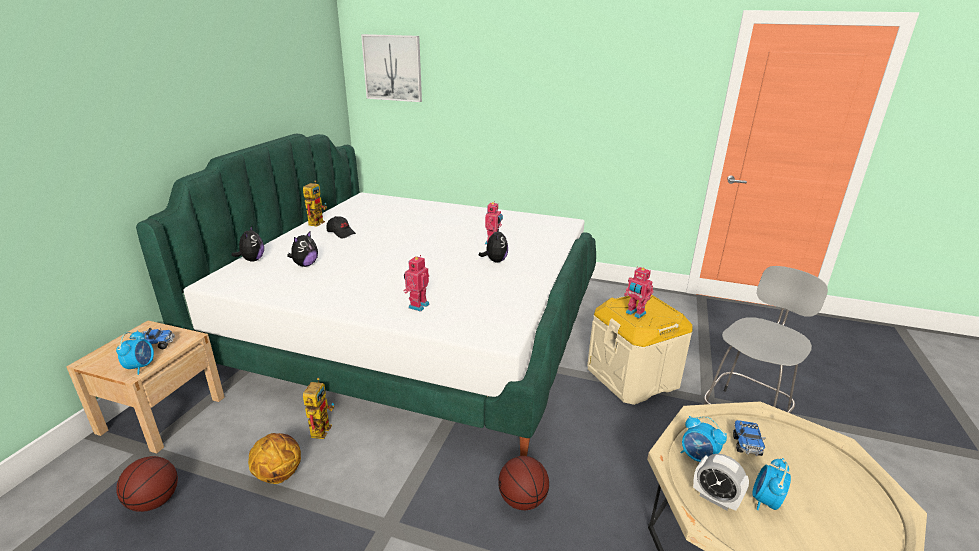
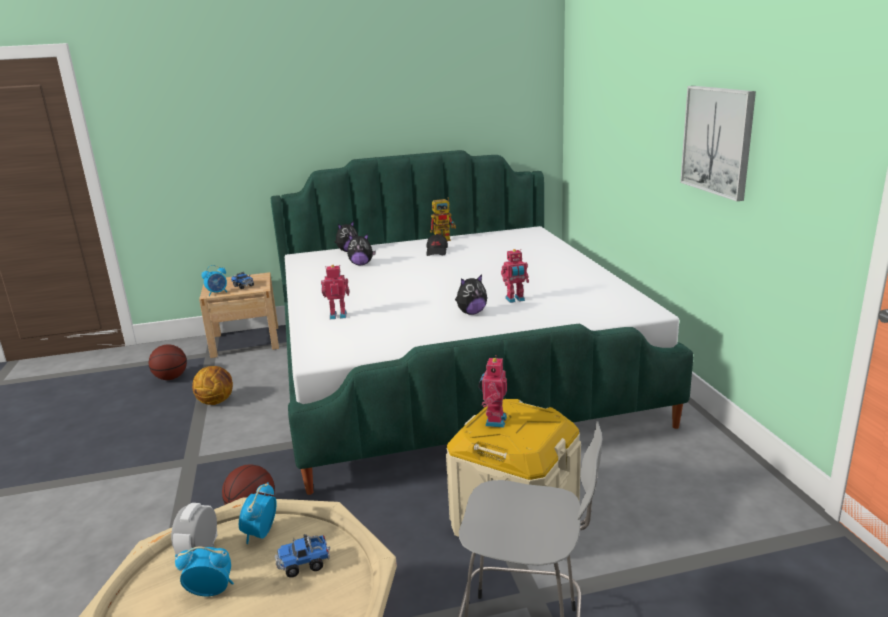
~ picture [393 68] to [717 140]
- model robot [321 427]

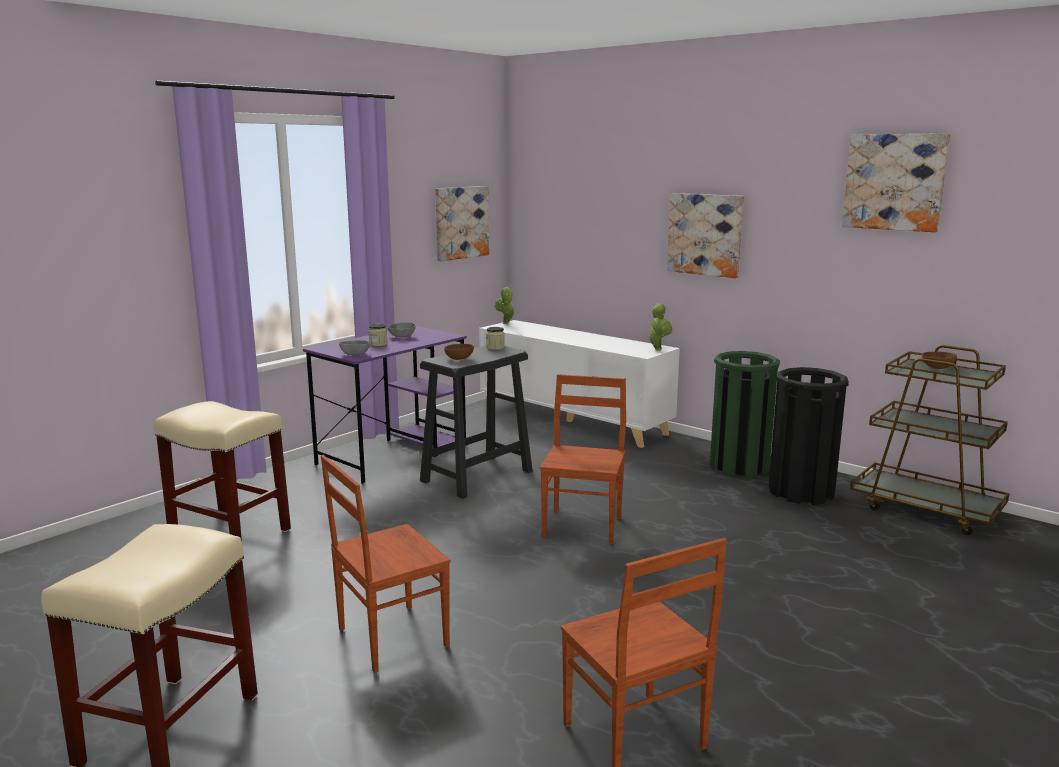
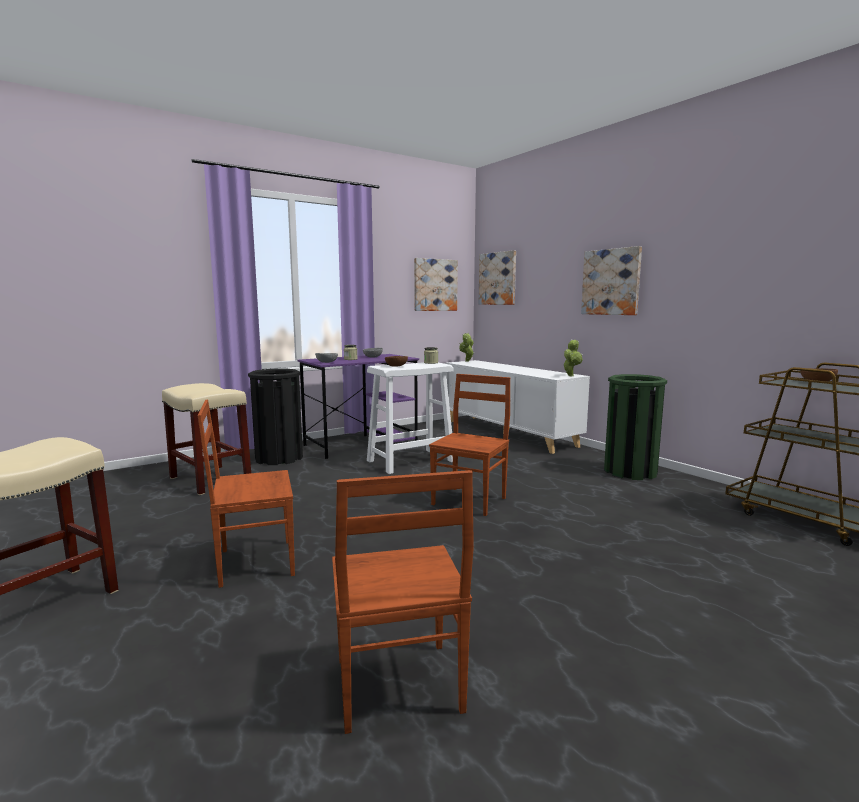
~ trash can (blackish) [801 491] to [279 458]
~ stool (blackish) [476 476] to stool (white-coloured) [410 461]
~ picture [894 182] to [498 278]

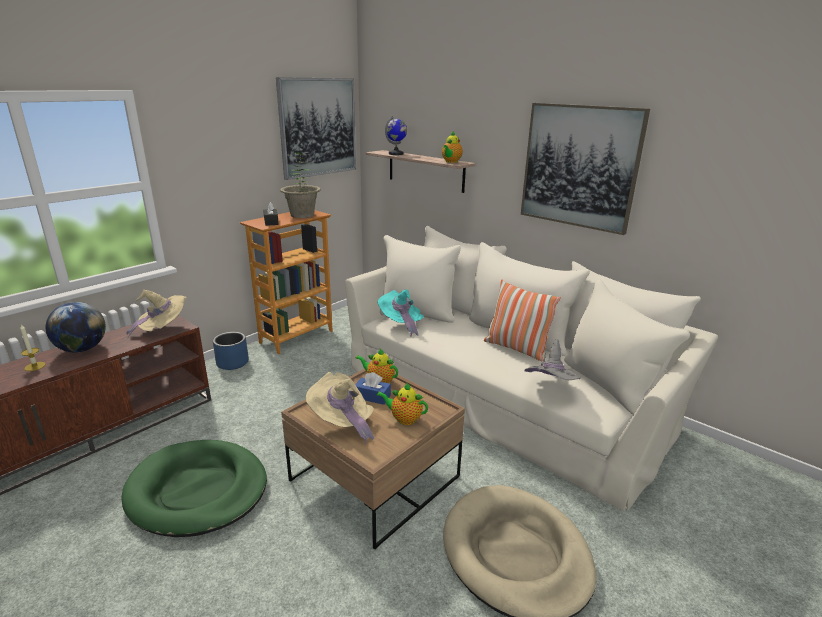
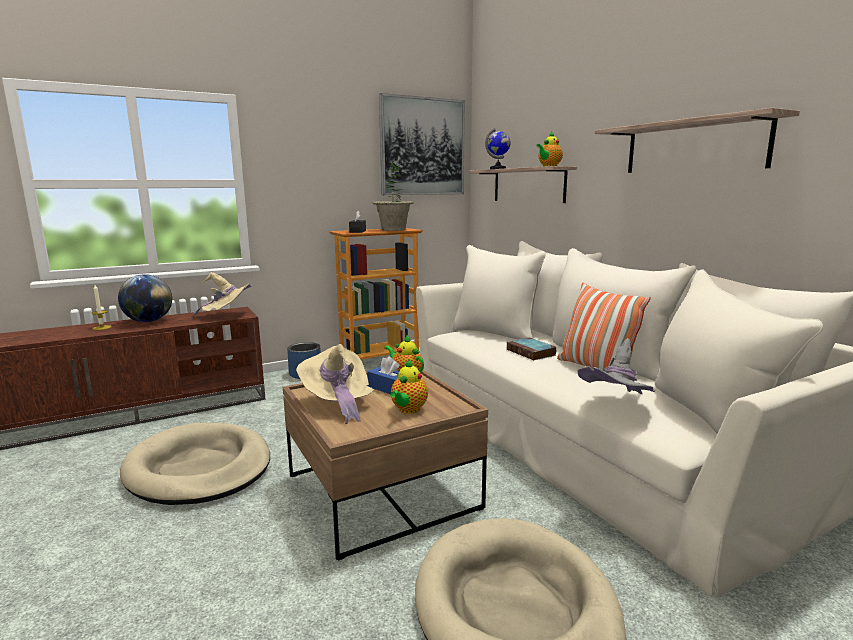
~ pet bed (green-coloured) [198 491] to pet bed (beige-coloured) [199 468]
~ teapot [404 419] = [408 410] 105 degrees counterclockwise
+ volume [532 352]
~ picture [579 167] to shelf [693 147]
- wearable hat (turquoise-coloured) [401 323]

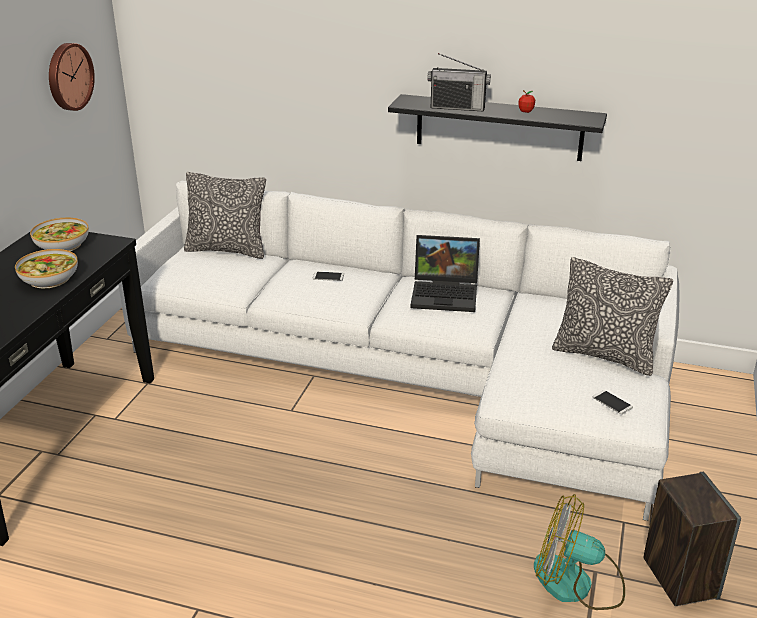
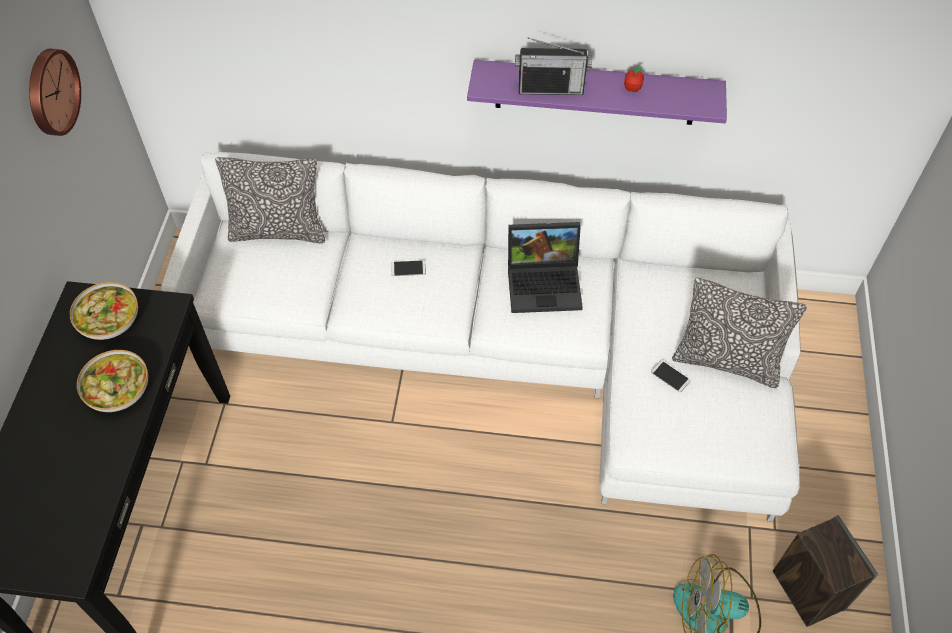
~ shelf (blackish) [499 127] to shelf (purple) [595 92]
~ phone [612 402] to [670 376]

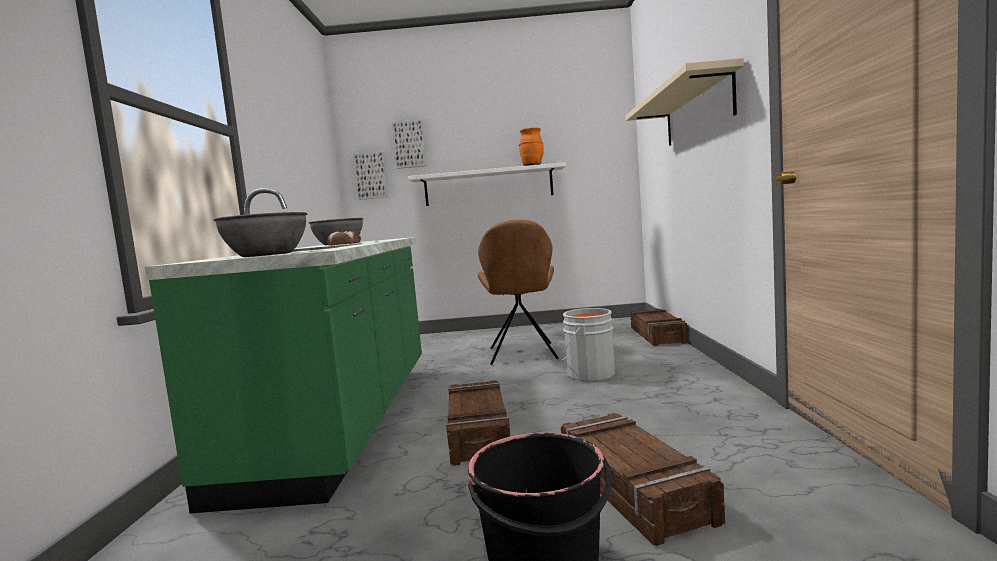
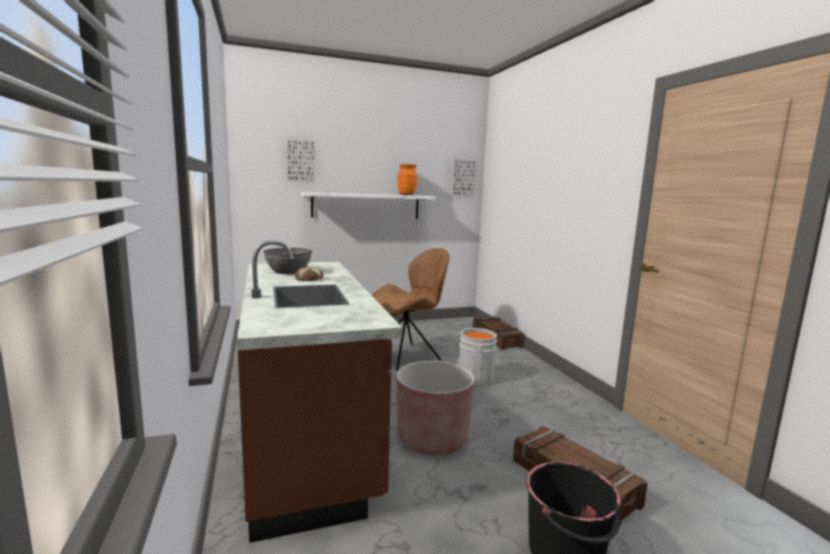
~ kitchen base unit (green-coloured) [345 419] to kitchen base unit (brownish) [307 430]
~ plain chair (brownish) [522 354] = [407 356] 105 degrees counterclockwise
~ shipping crate [477 432] to plant pot (brownish) [432 439]
~ picture [371 176] to [462 178]
- deep dish (greyish) [266 254]
- shelf (beige-coloured) [697 111]

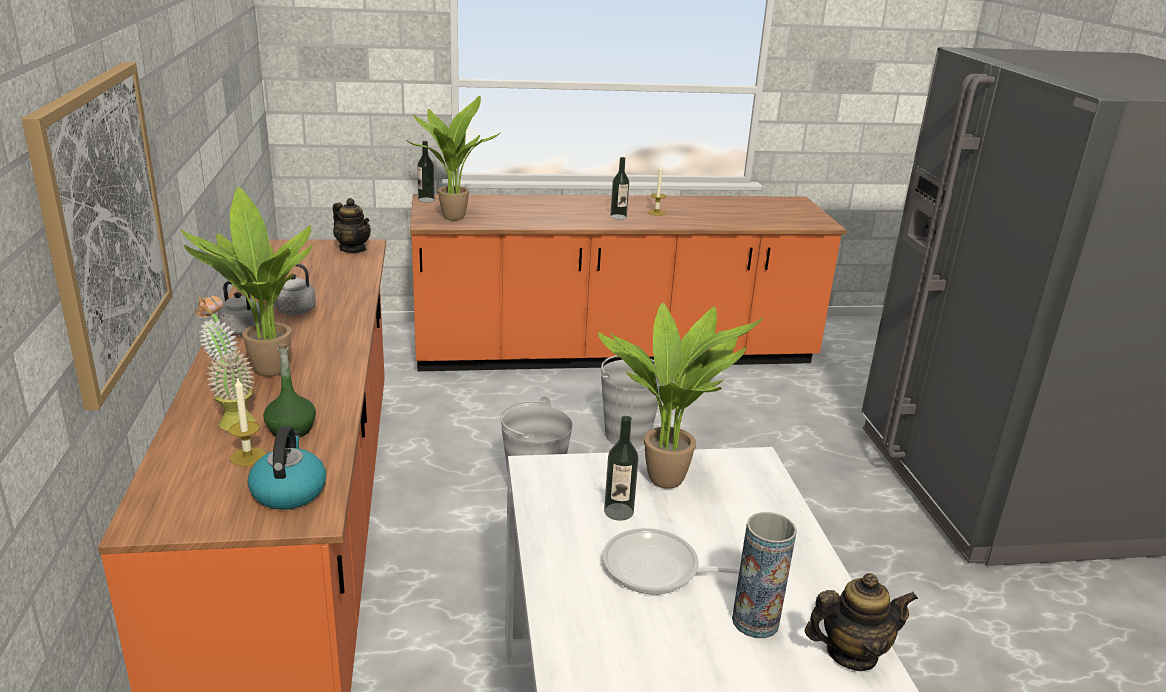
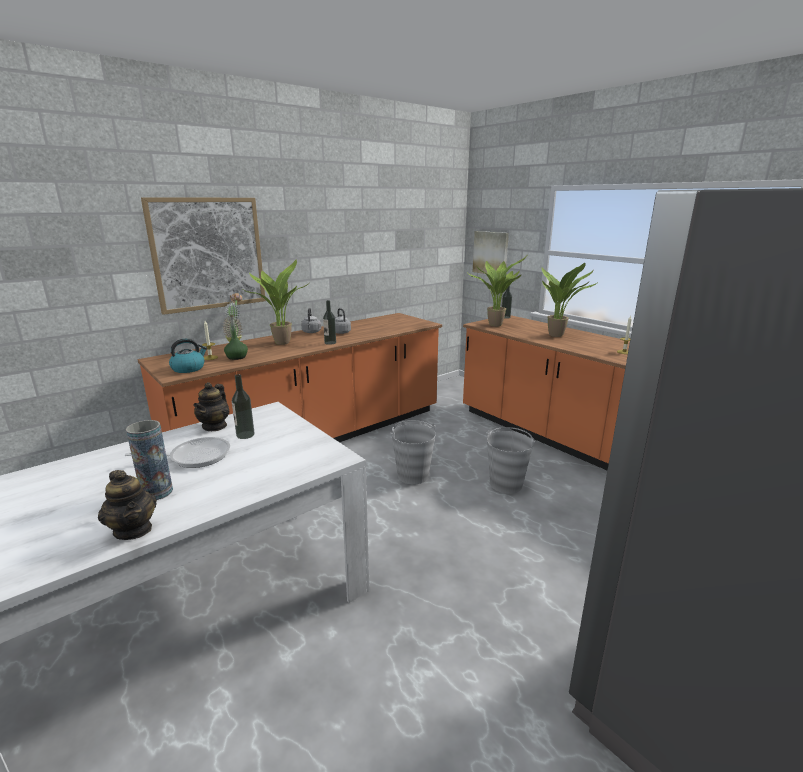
~ pan [660 570] = [194 457] 90 degrees clockwise
~ teapot [353 249] to [215 426]
~ beverage bottle [618 217] to [330 343]
+ picture [491 253]
~ plant in a pot [668 477] to [558 335]

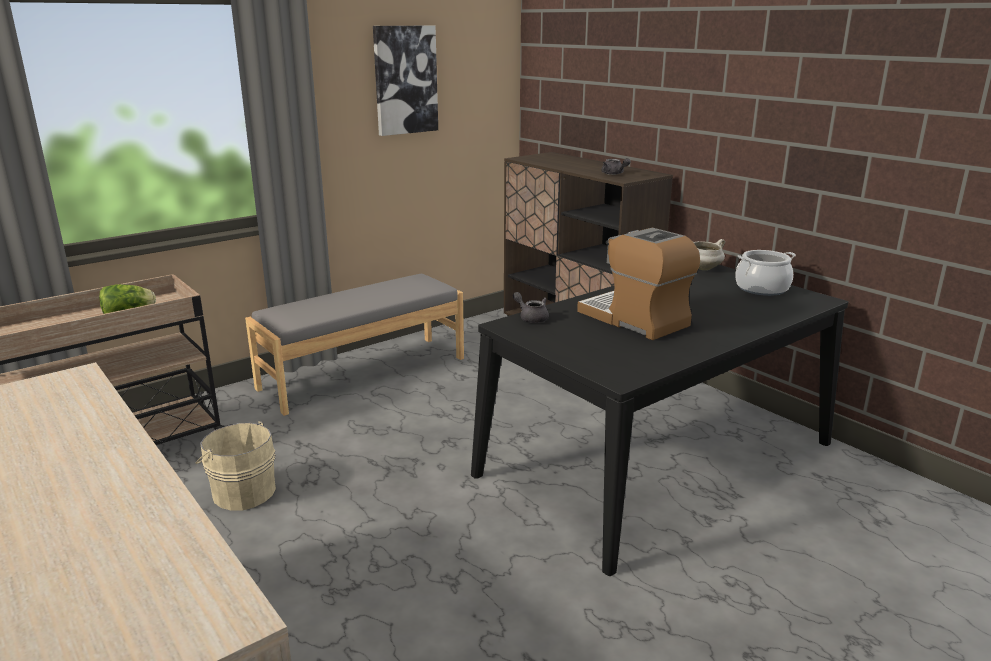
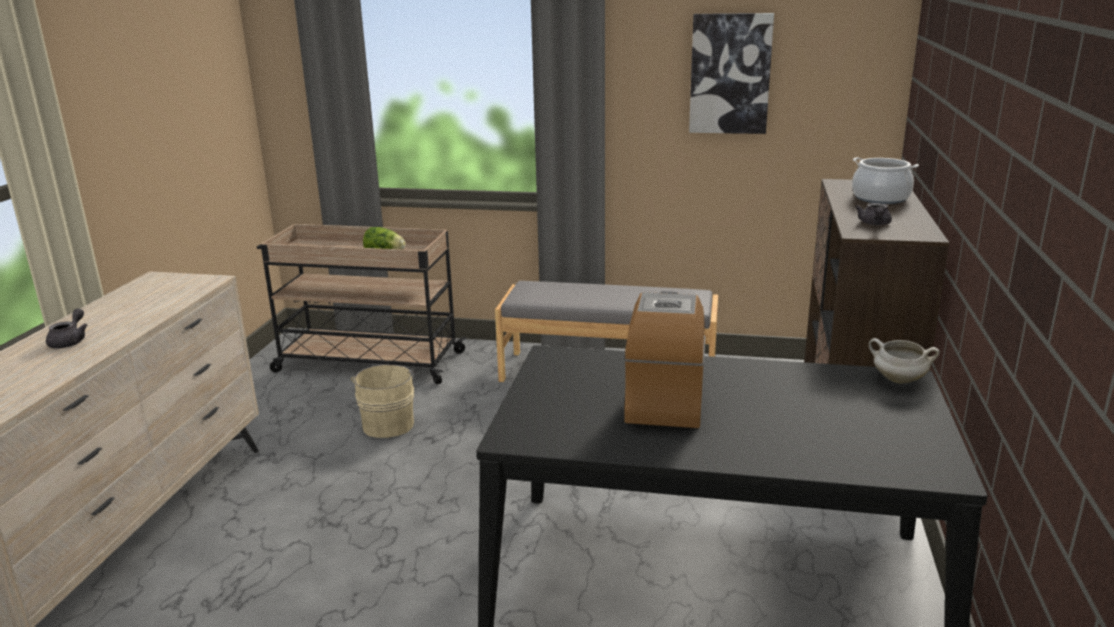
~ teapot (greyish) [531 318] to [70 341]
~ cooking pot [762 288] to [880 198]

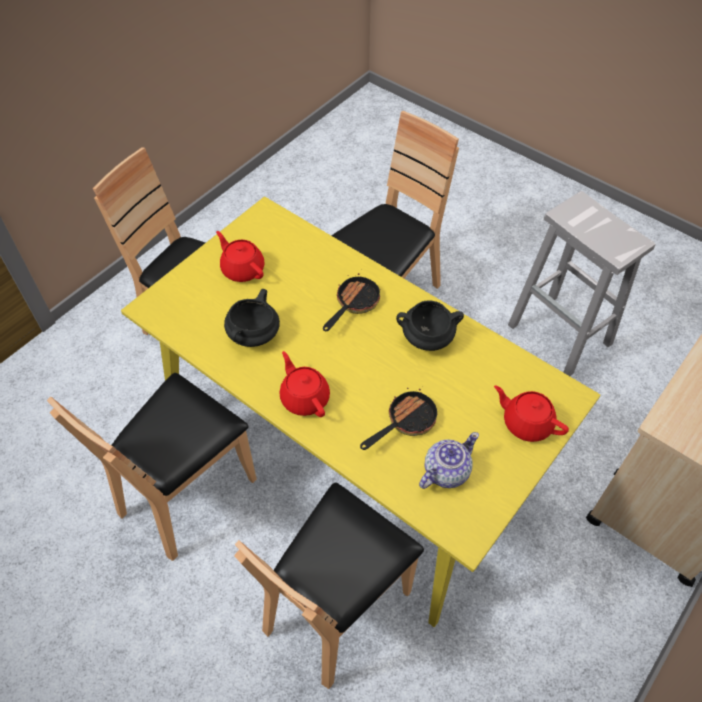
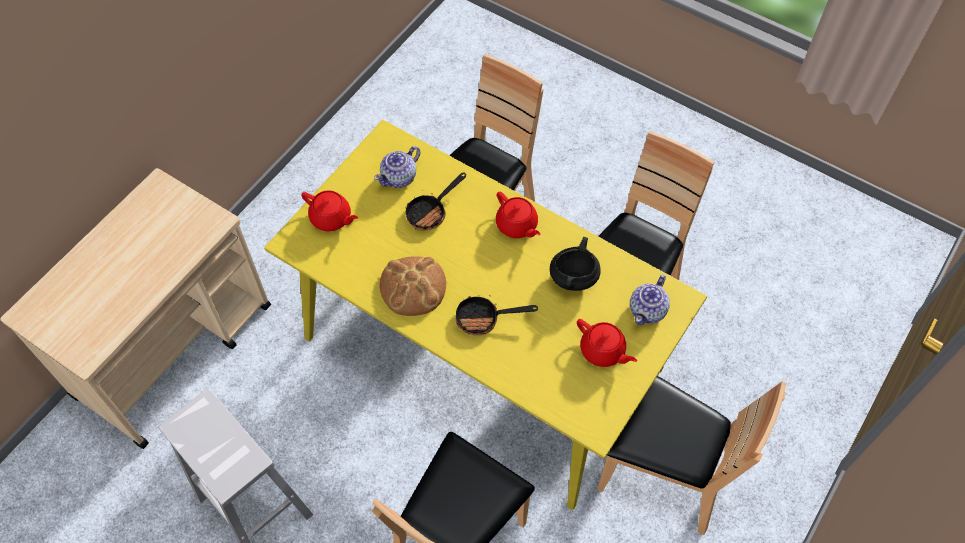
~ cooking pot (blackish) [426 339] to bakery bread [413 287]
~ pan [354 304] = [484 318] 60 degrees clockwise
+ teapot [648 310]

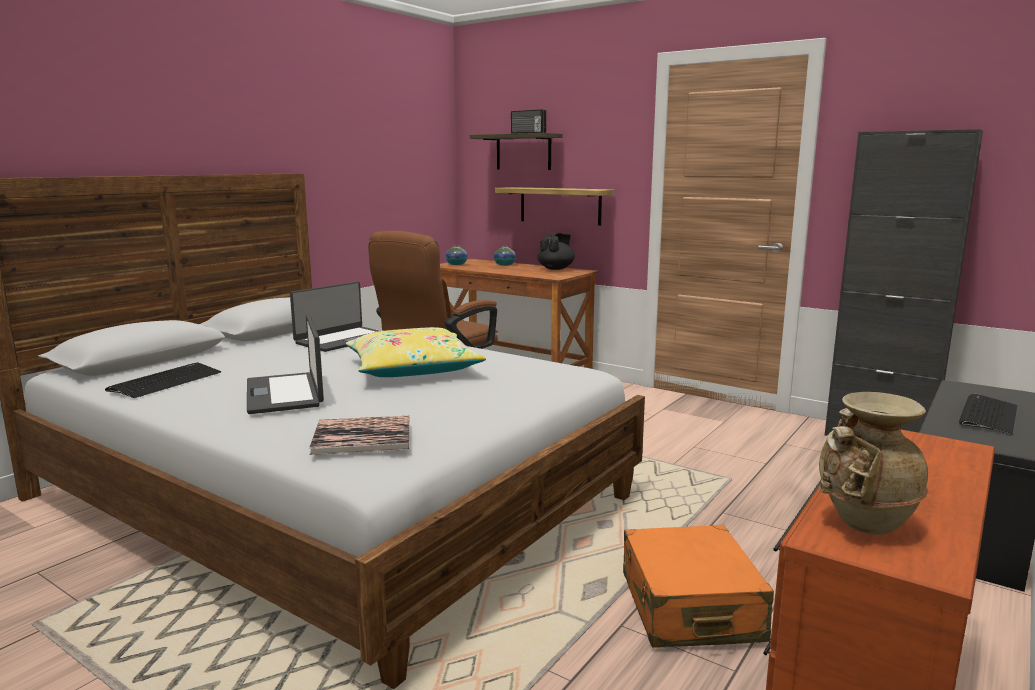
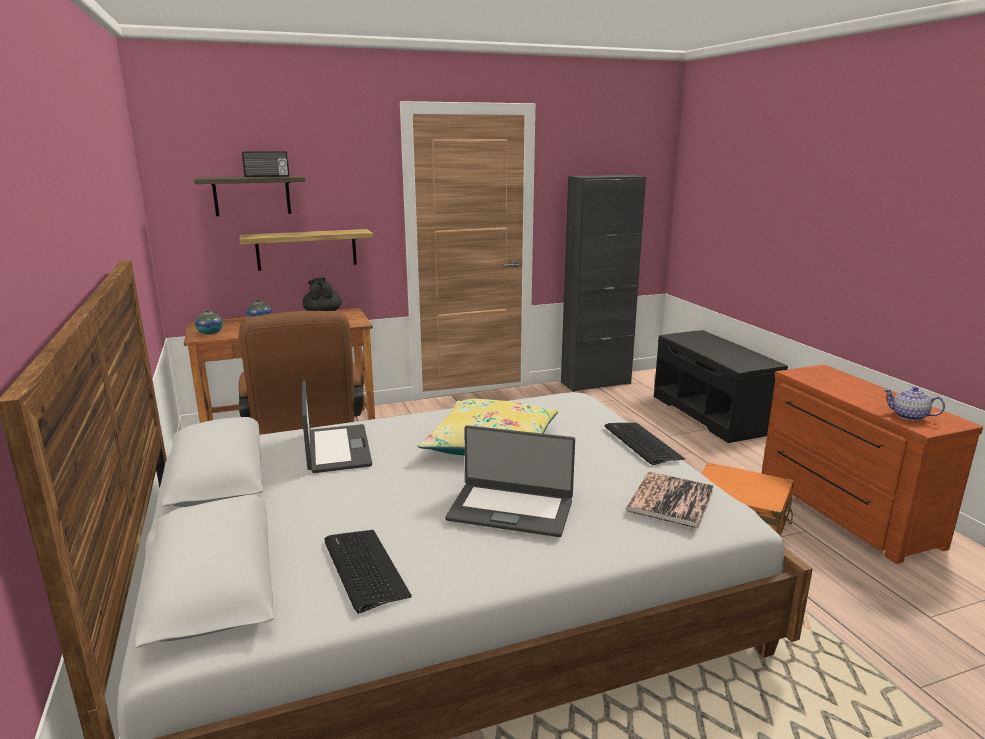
~ PC keyboard [987 415] to [642 443]
~ vase (beige-coloured) [863 523] to teapot [909 416]

